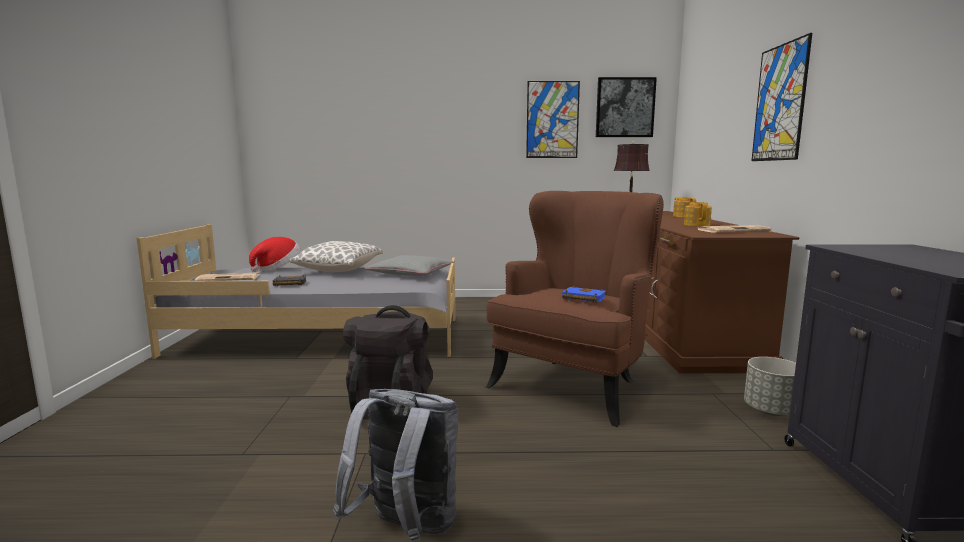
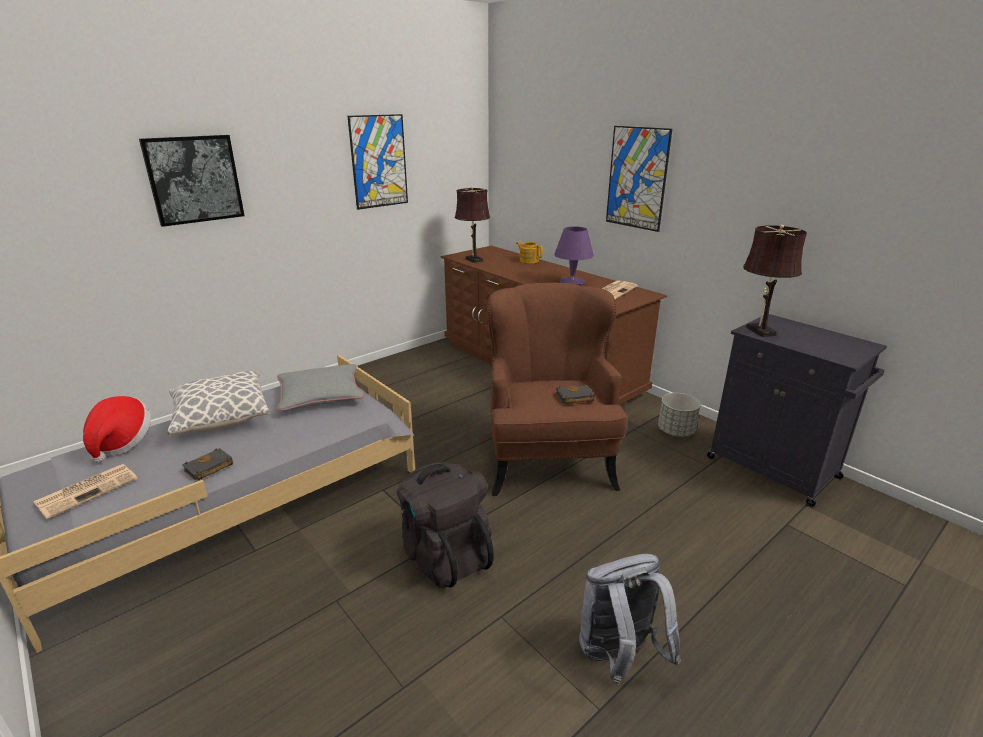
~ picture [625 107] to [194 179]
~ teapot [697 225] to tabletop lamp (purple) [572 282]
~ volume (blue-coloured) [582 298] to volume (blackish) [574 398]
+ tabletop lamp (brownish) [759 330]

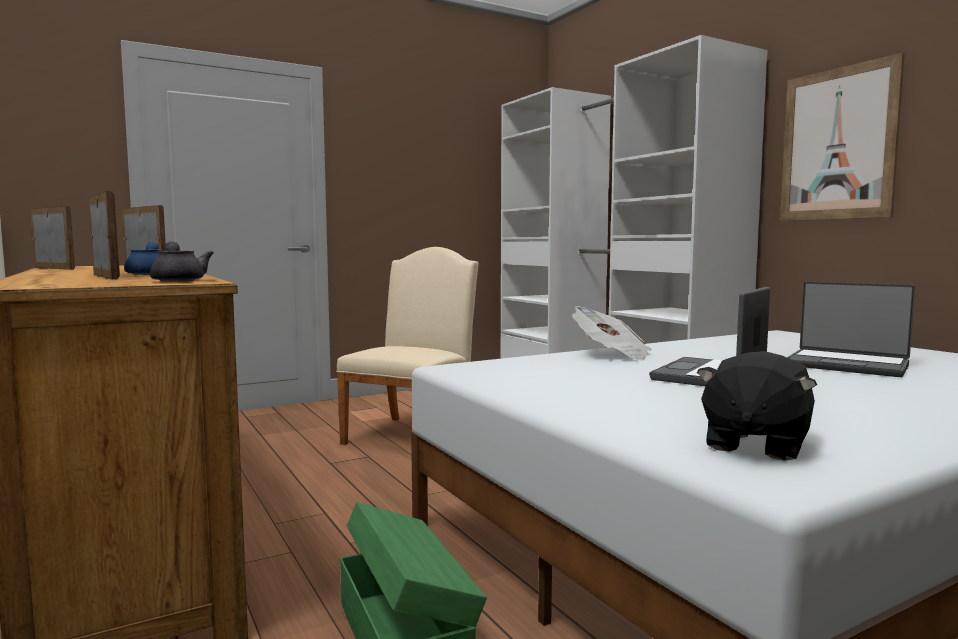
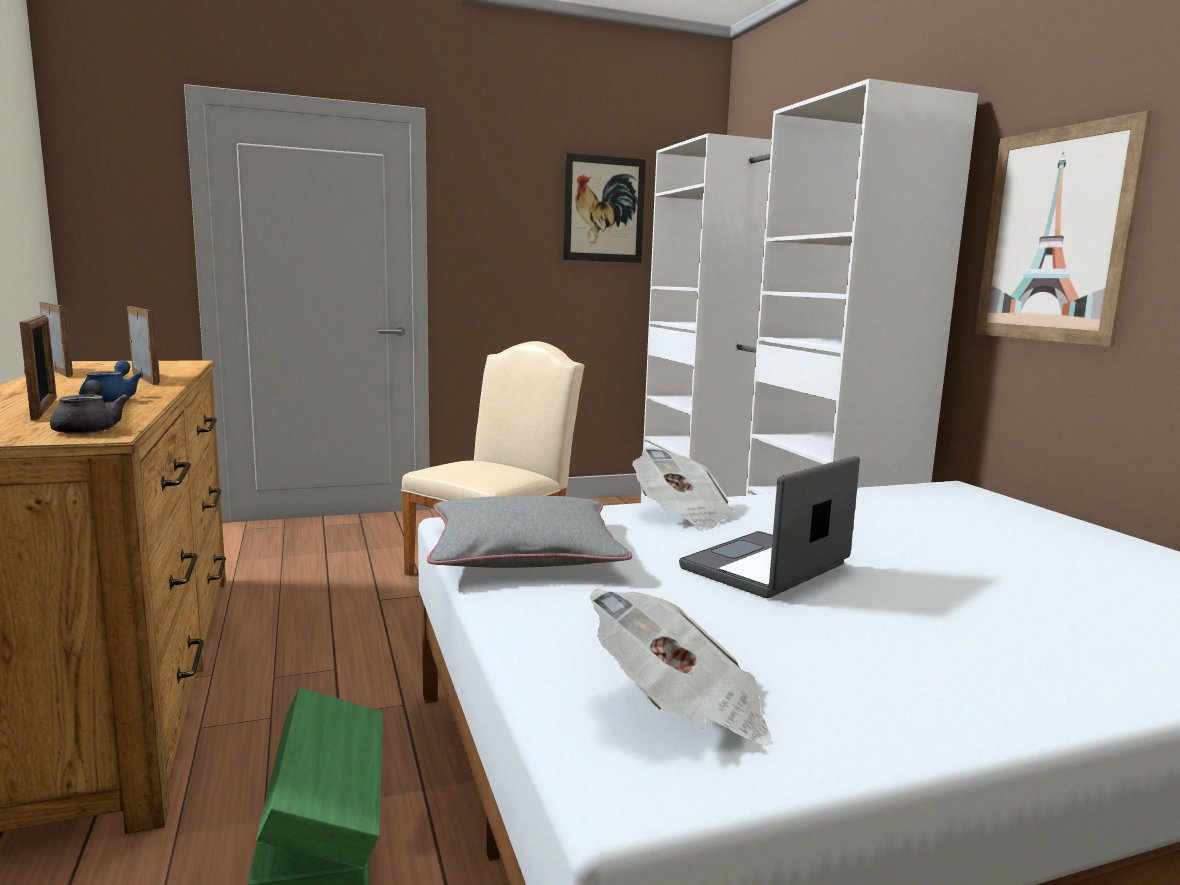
+ cushion (greyish) [524 551]
+ picture [604 209]
~ soft toy (blackish) [754 444] to printed paper [681 709]
- notebook computer [847 365]

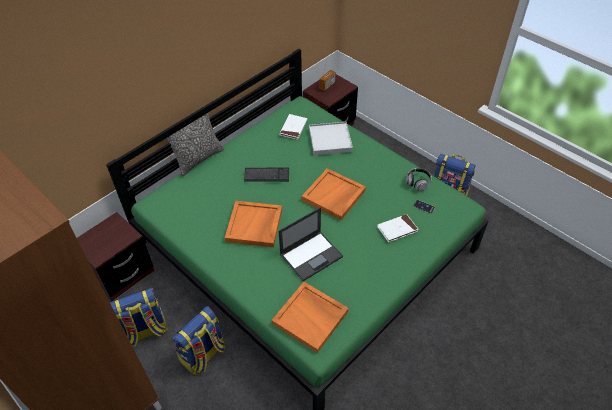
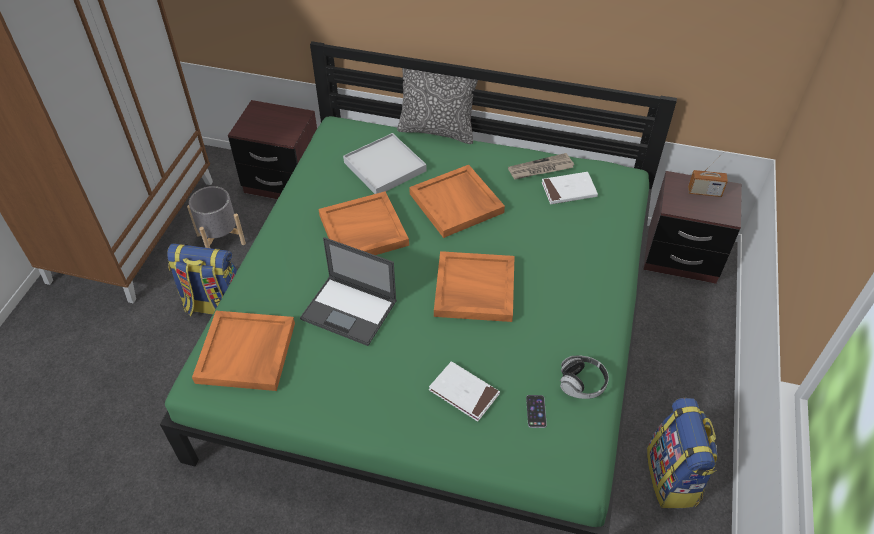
~ knapsack [145 331] to plant pot (greyish) [221 239]
~ tray (white-coloured) [330 140] to [385 167]
~ PC keyboard [266 175] to tray (orange) [457 203]
+ printed paper [540 169]

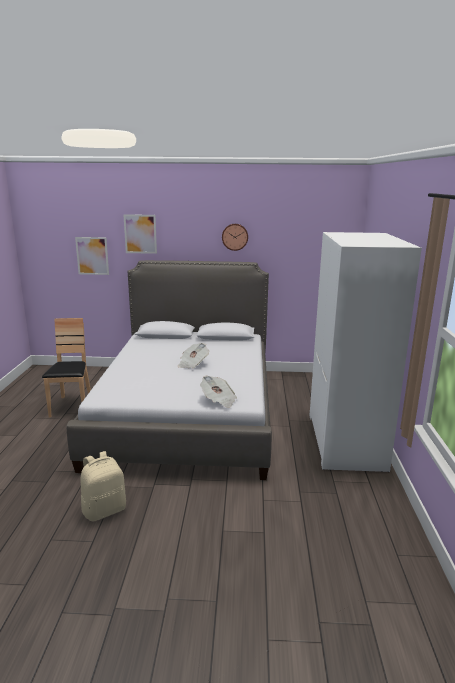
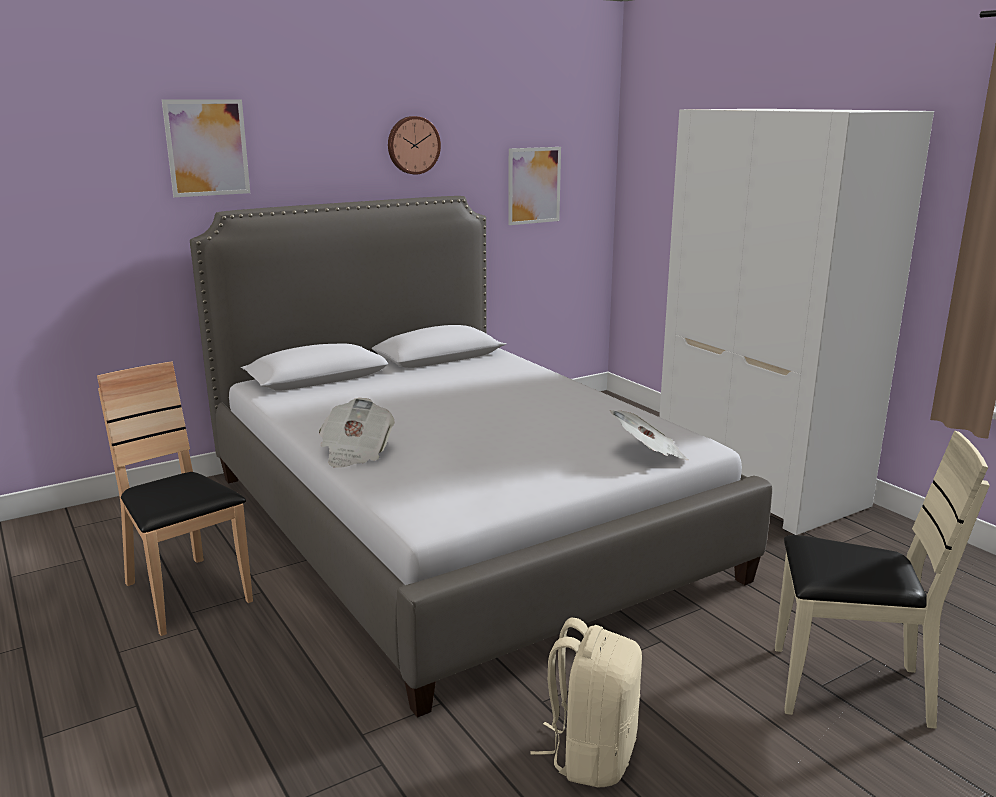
~ printed paper [192 364] to [355 452]
~ picture [92 256] to [534 185]
+ plain chair (beige-coloured) [847 687]

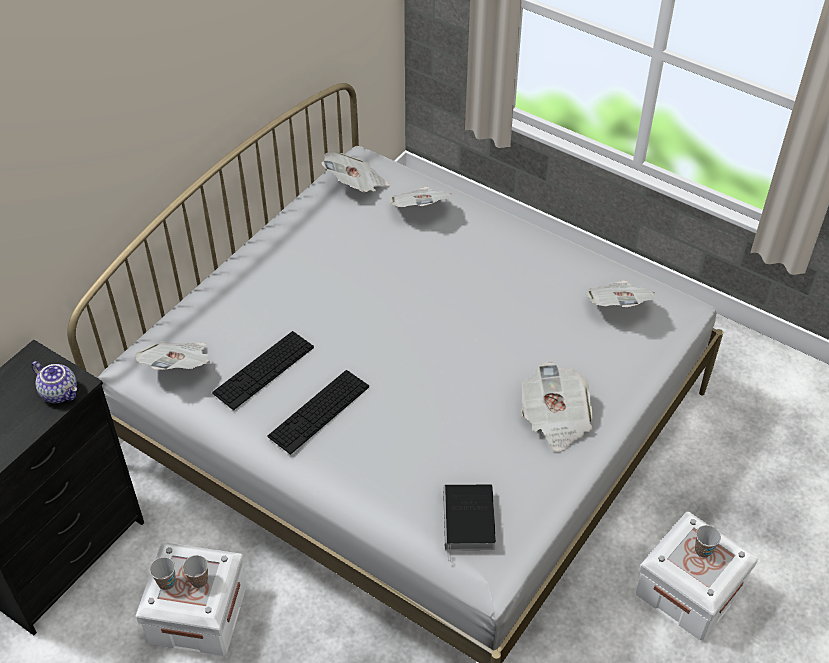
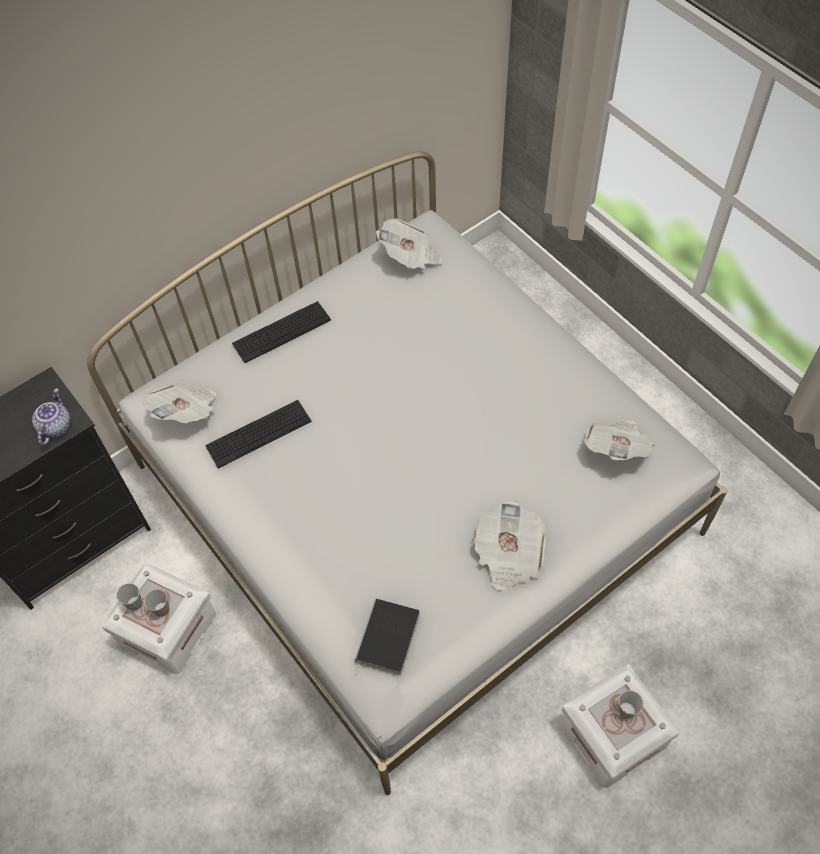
~ teapot [60 392] = [55 427] 135 degrees counterclockwise
~ PC keyboard [319 411] to [281 332]
- printed paper [420 209]

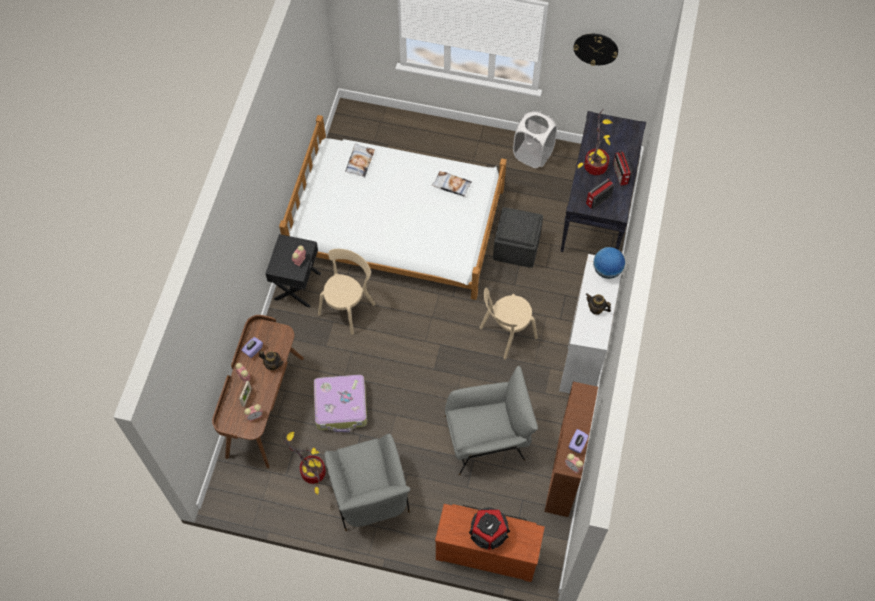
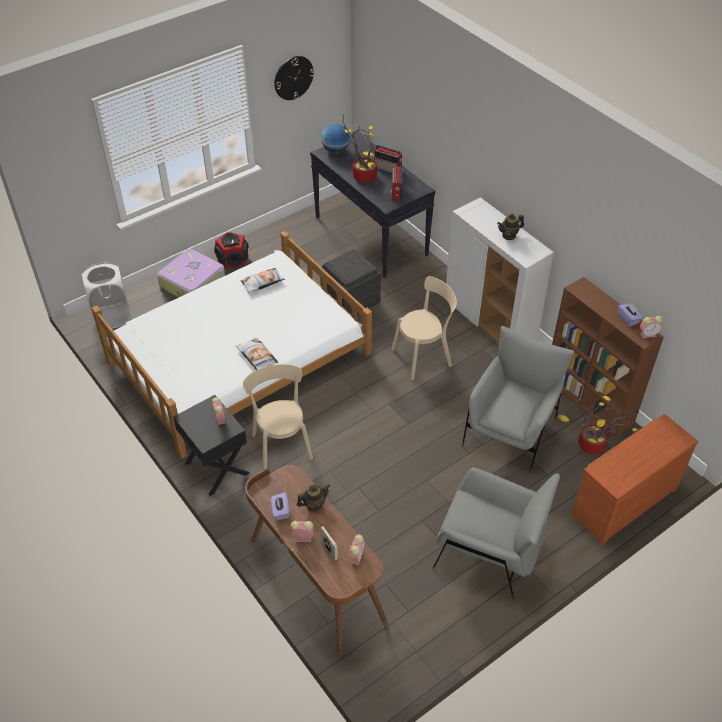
~ hamper (white-coloured) [532 154] to [112 317]
~ piece of luggage [341 406] to [193 283]
~ speaker [488 532] to [233 259]
~ cushion [359 162] to [256 357]
~ desk globe [607 270] to [336 150]
~ plain chair (beige-coloured) [506 334] = [424 356] 120 degrees counterclockwise
~ plant in a pot [310 472] to [590 446]

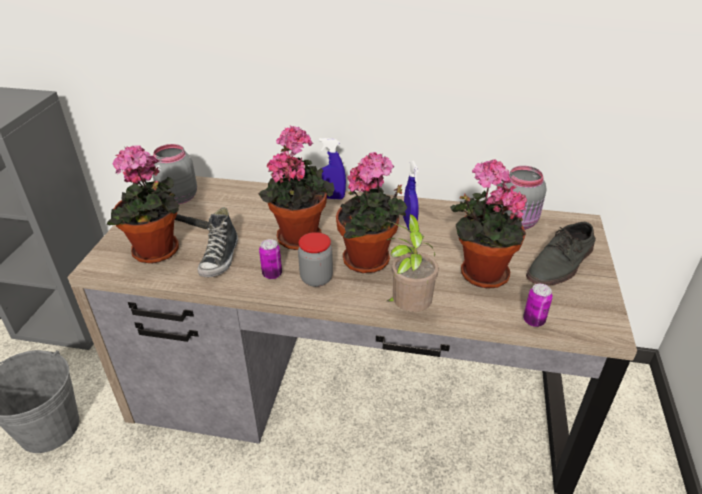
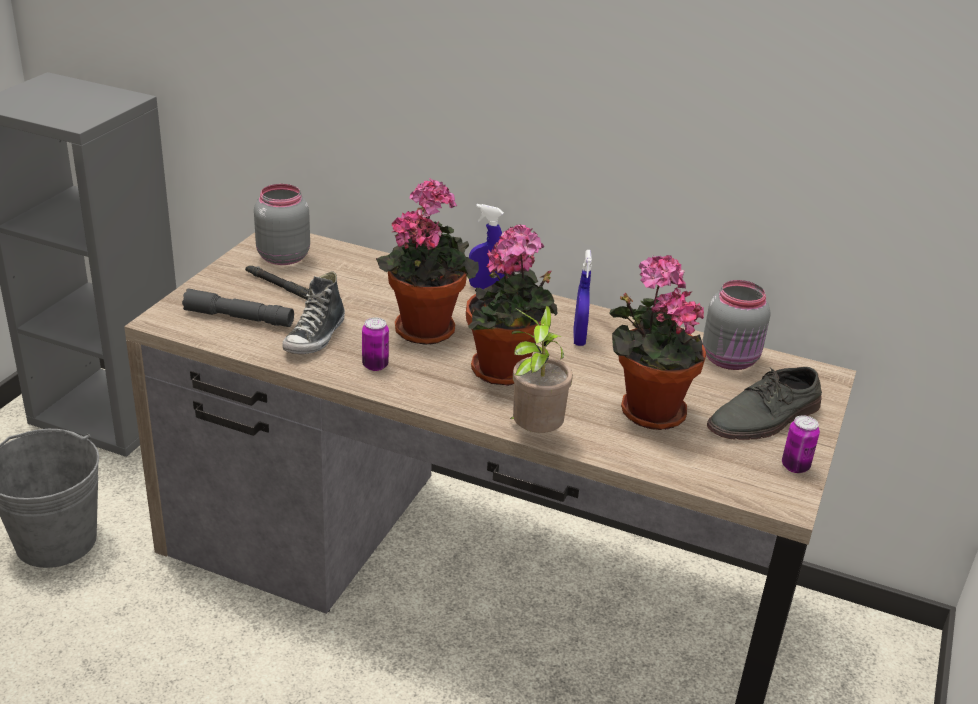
~ plant in a pot [157 253] to torch (greyish) [239 318]
~ metal can [533 320] to [795 466]
- preserve jar [316 279]

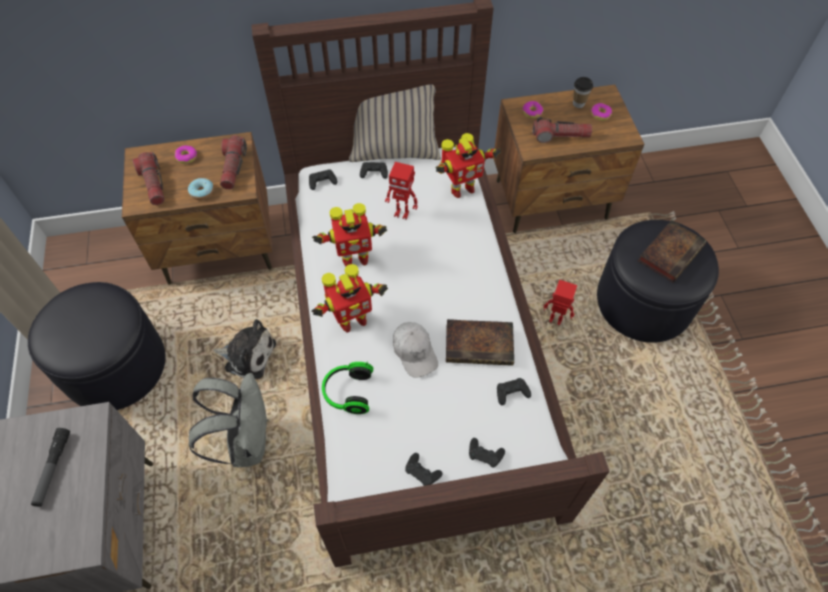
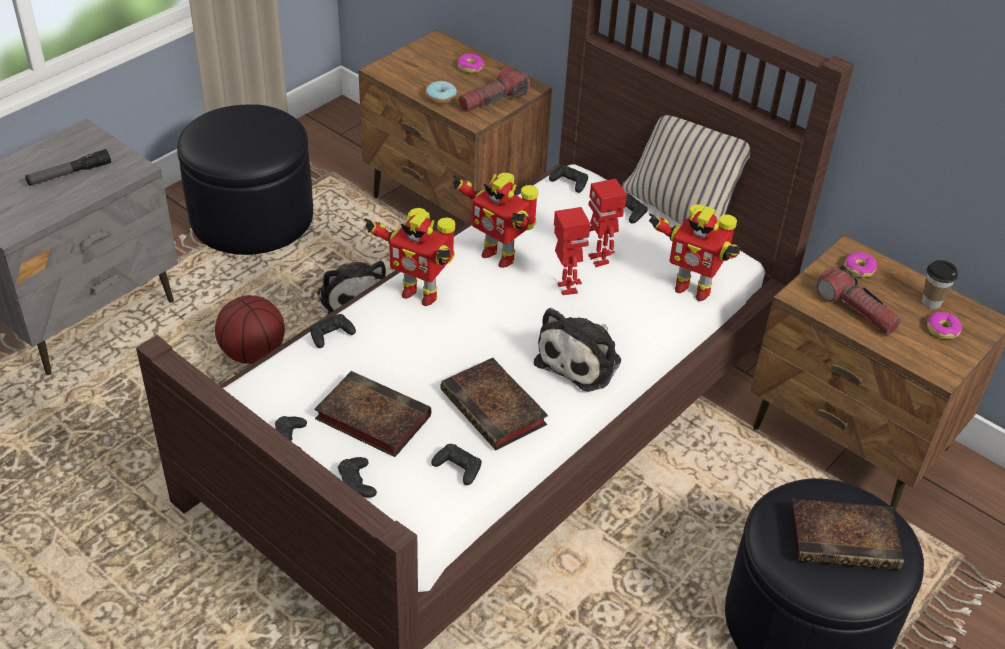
~ knapsack (greyish) [246 441] to basketball [253 353]
~ headset [347 392] to joypad (blackish) [331 334]
+ volume [370 417]
+ soft toy [581 360]
~ model robot [555 320] to [566 288]
- torch [153 184]
- cap (white-coloured) [415 352]

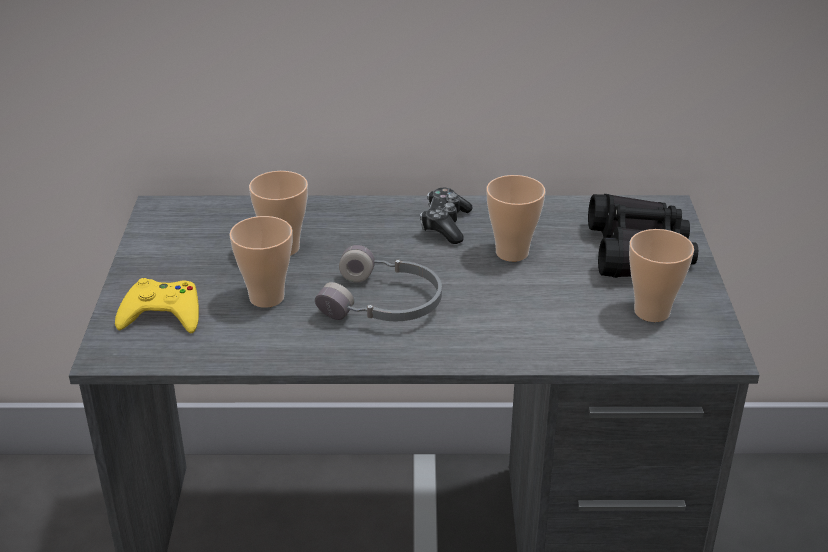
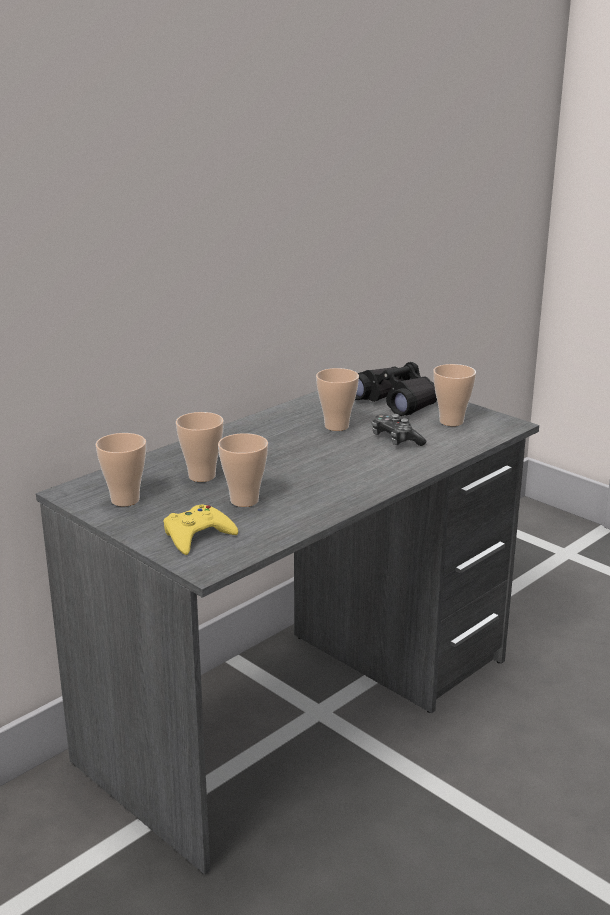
+ small cup [125 500]
~ joypad [445 225] to [396 439]
- headset (greyish) [383 304]

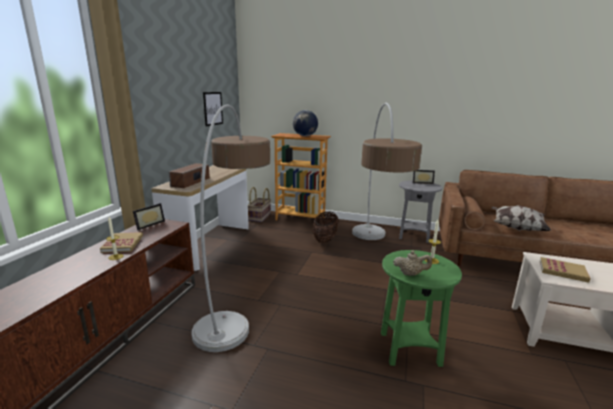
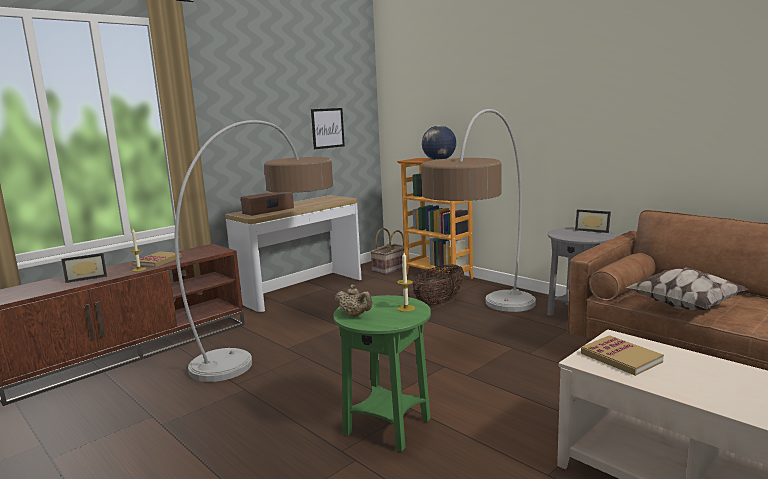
~ standing frame [148 224] to [86 278]

